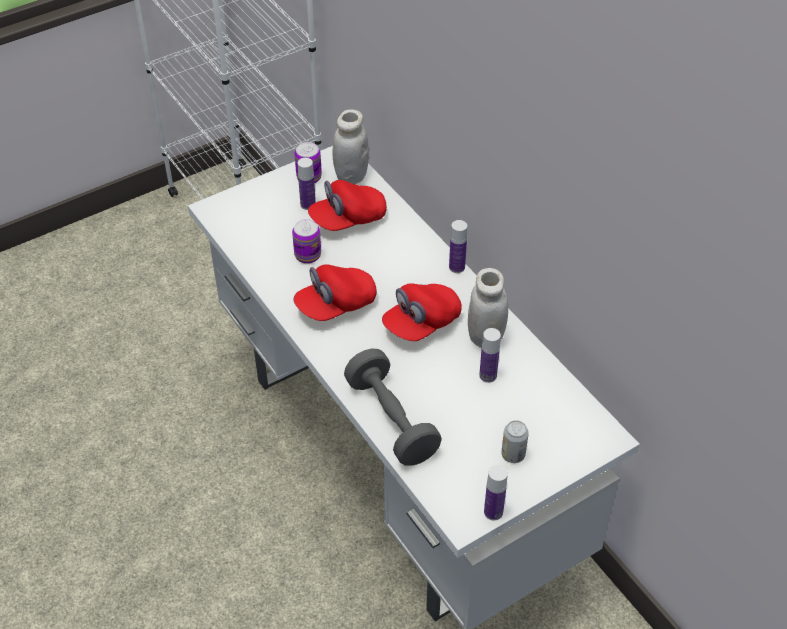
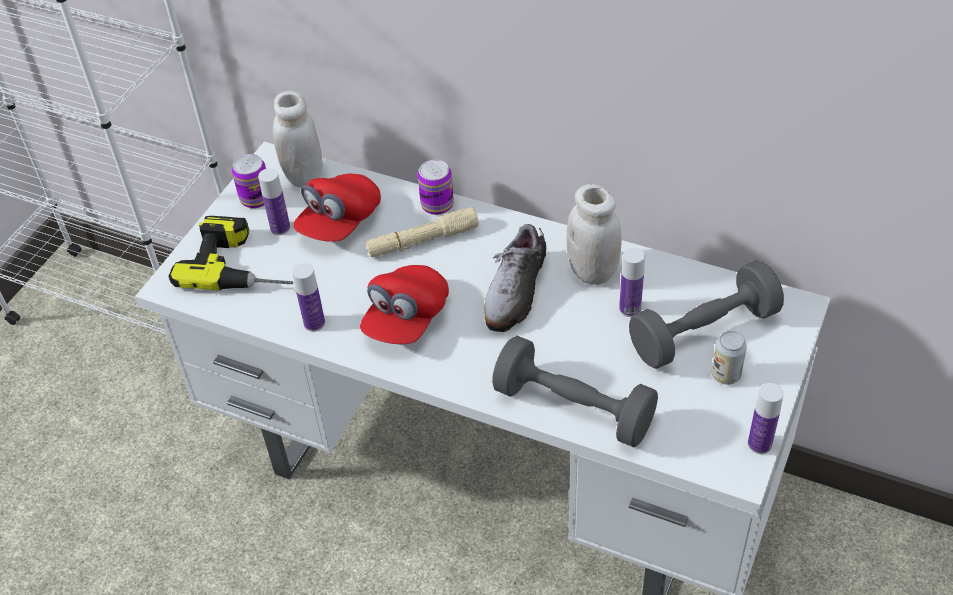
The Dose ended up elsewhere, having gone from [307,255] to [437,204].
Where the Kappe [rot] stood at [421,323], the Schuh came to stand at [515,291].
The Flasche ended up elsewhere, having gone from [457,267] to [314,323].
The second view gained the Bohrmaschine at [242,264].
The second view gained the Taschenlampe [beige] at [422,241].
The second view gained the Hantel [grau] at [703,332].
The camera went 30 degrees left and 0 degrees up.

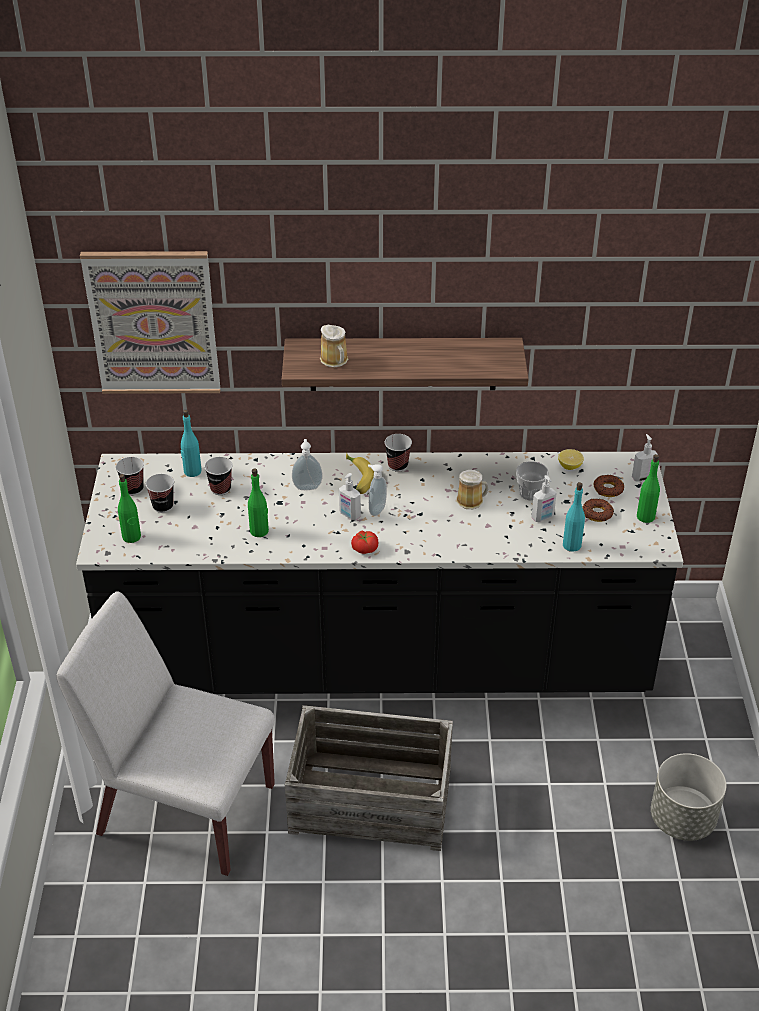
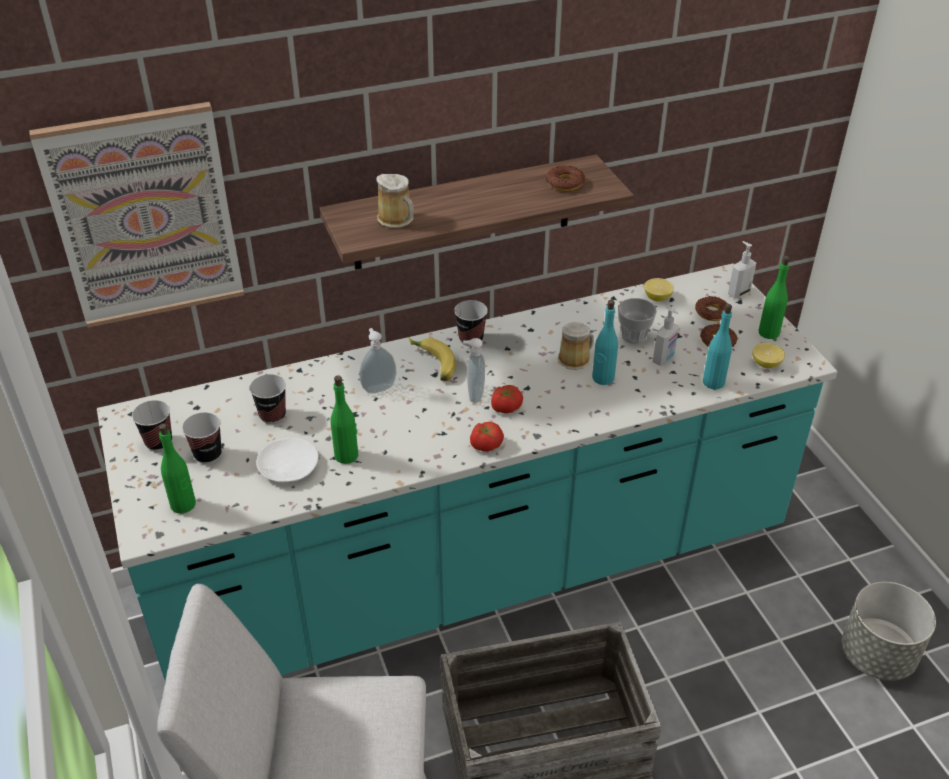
What was the Küchenzeile [schwarz] at [379,659] turned into the Küchenzeile [türkis] at [474,568].
The Flasche [türkis] ended up elsewhere, having gone from [192,471] to [603,378].
The second view lost the Seifenspender at [349,515].
The second view gained the Teller [weiß] at [288,466].
The second view gained the Tomate at [505,407].
The second view gained the Donut at [565,183].
The second view gained the Zitrone at [766,364].
The camera went 20 degrees left and 0 degrees up.

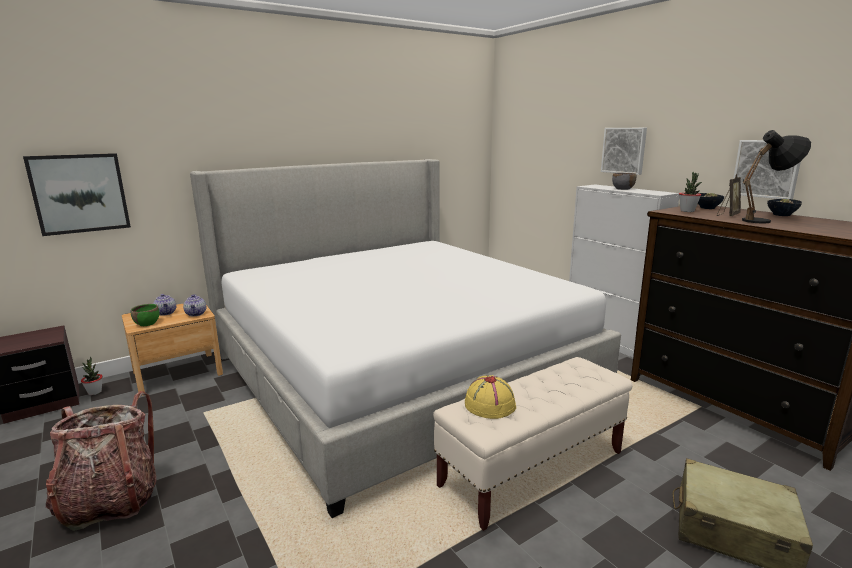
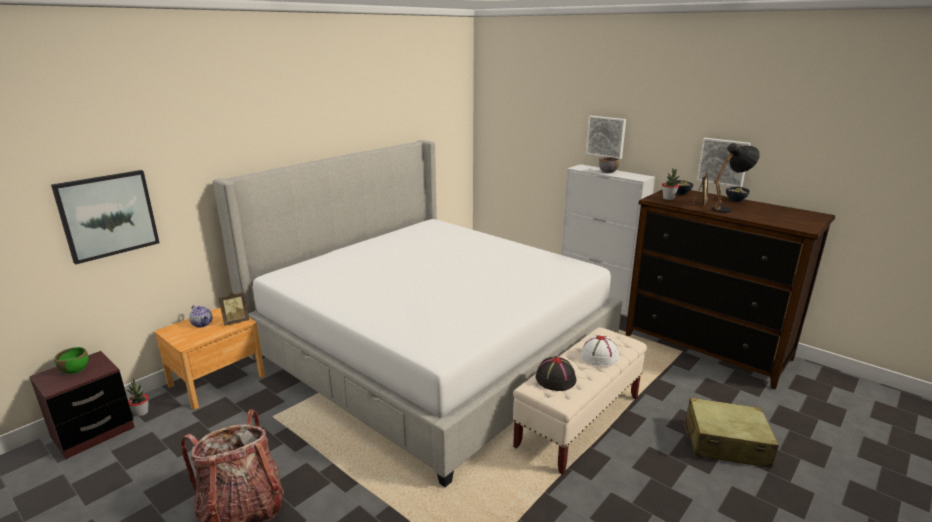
The Schüssel [grün] ended up elsewhere, having gone from [147,323] to [75,369].
Where the Teekanne stood at [196,314], the Bilderrahmen came to stand at [236,321].
What was the Hut [gelb] at [489,404] turned into the Hut [schwarz] at [555,379].
The second view gained the Hut [weiß] at [600,356].
The camera went 15 degrees left and 5 degrees up.

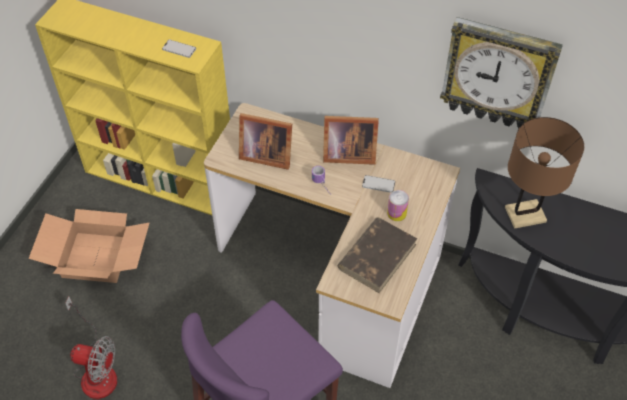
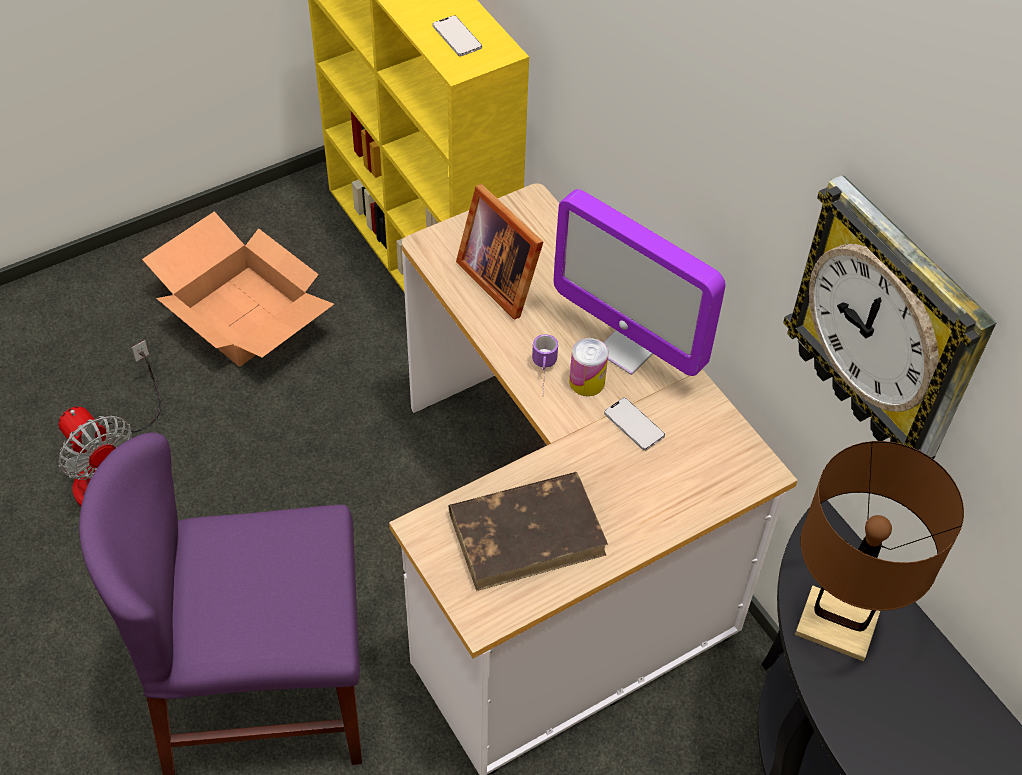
Where the Bilderrahmen stood at [347,154], the Monitor came to stand at [628,348].
The Dose ended up elsewhere, having gone from [396,213] to [587,382].
The camera went 35 degrees right and 0 degrees up.

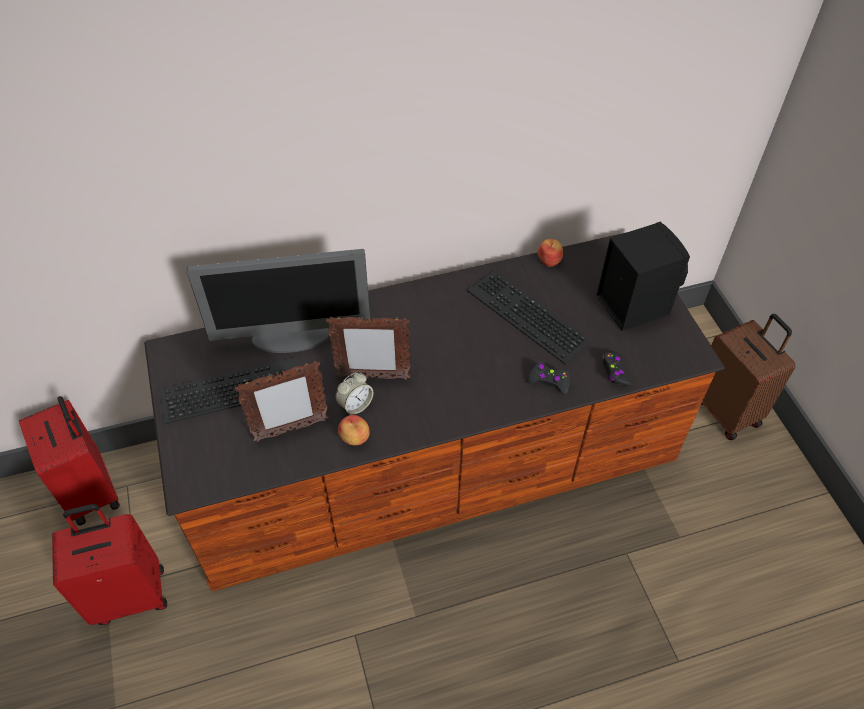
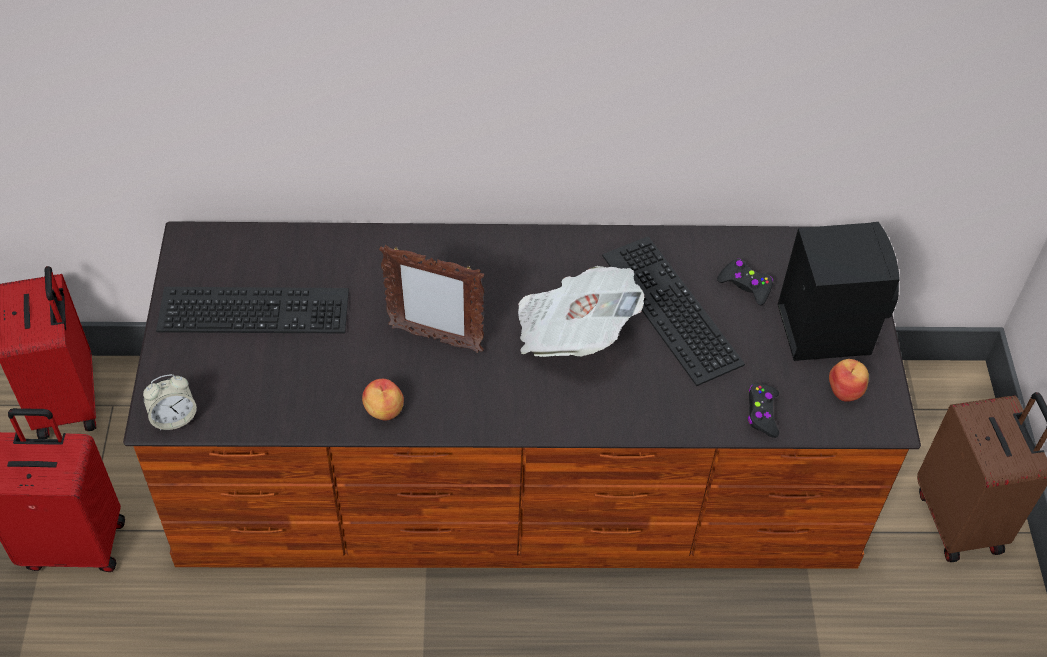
The second view lost the Monitor at [292,338].
The second view lost the Bilderrahmen at [290,430].
The Wecker ended up elsewhere, having gone from [355,405] to [174,418].
The Gamepad [schwarz] ended up elsewhere, having gone from [549,381] to [745,285].
The Apfel ended up elsewhere, having gone from [549,260] to [845,390].
The second view gained the Zeitung at [573,331].
The camera went 15 degrees right and 0 degrees up.

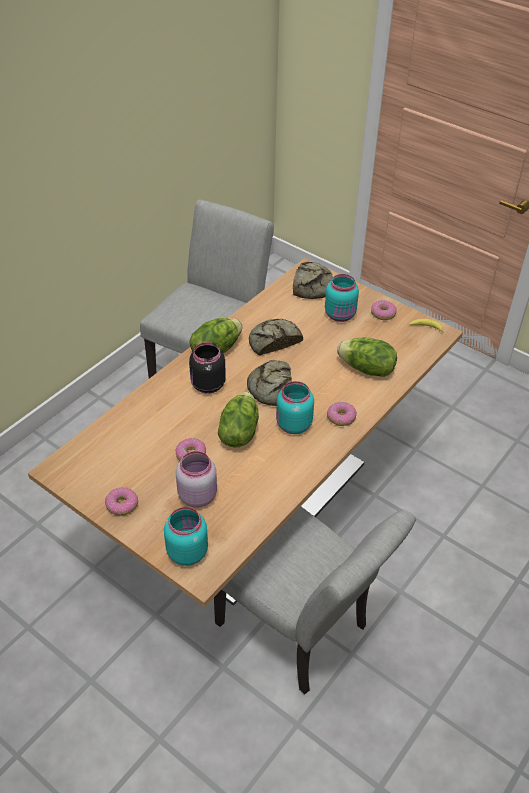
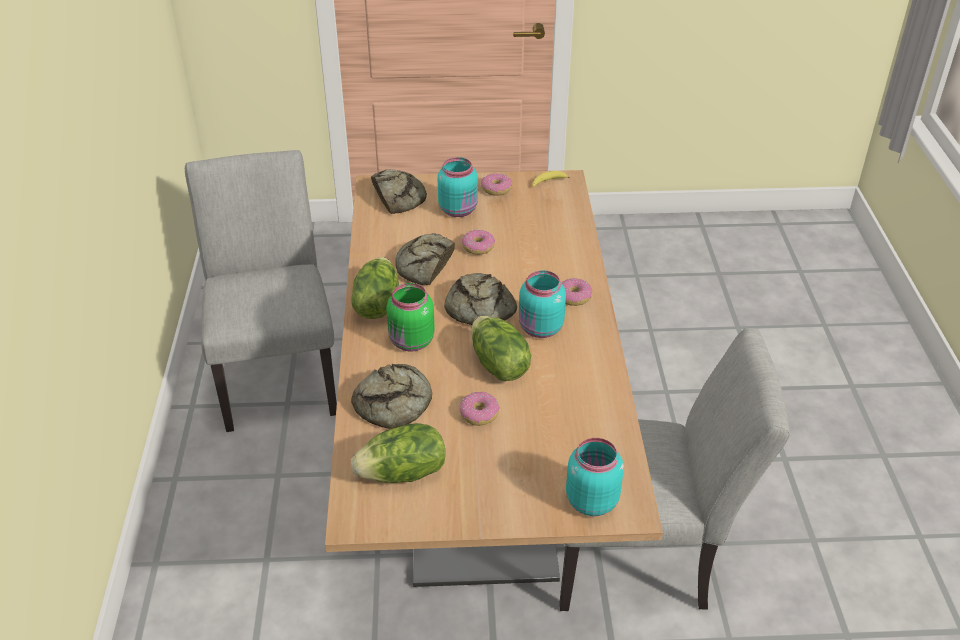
The Donut ended up elsewhere, having gone from [122,505] to [478,247].
The second view lost the Vorratsglas [rosa] at [197,495].
What was the Vorratsglas [schwarz] at [207,385] turned into the Vorratsglas [grün] at [411,342].
The Salatkopf ended up elsewhere, having gone from [366,369] to [403,474].
The second view gained the Brot at [395,403].
The camera went 40 degrees left and 5 degrees down.

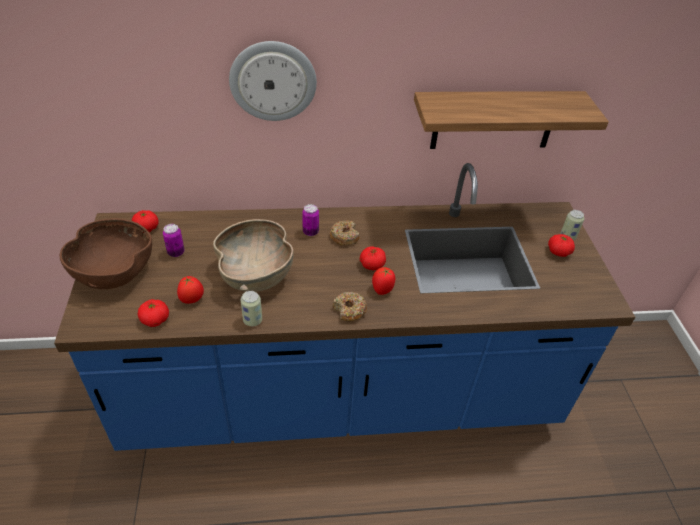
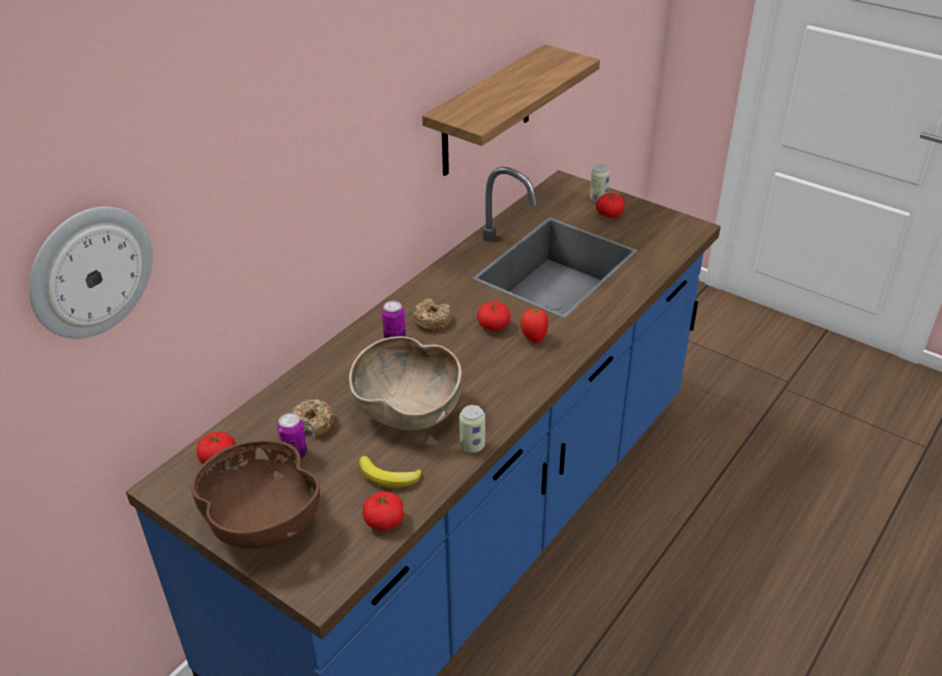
Where the Tomate stood at [192,300], the Banane came to stand at [388,477].
The Wanduhr ended up elsewhere, having gone from [273,81] to [90,271].
The Donut ended up elsewhere, having gone from [349,310] to [313,424].
The camera went 45 degrees left and 5 degrees down.

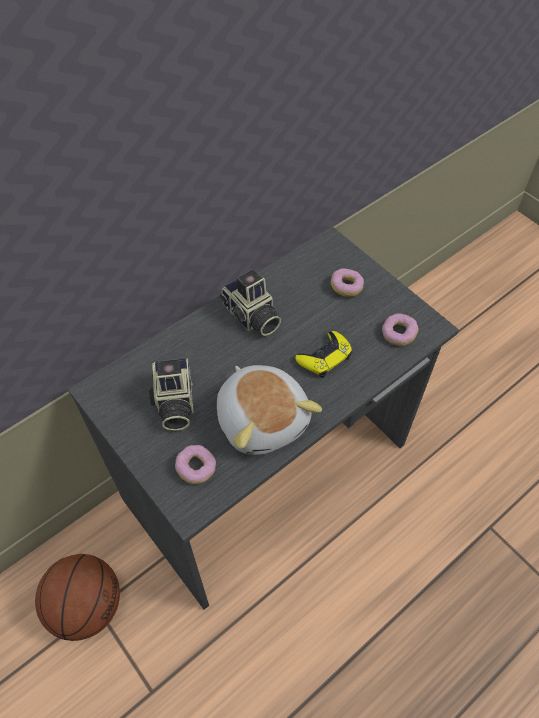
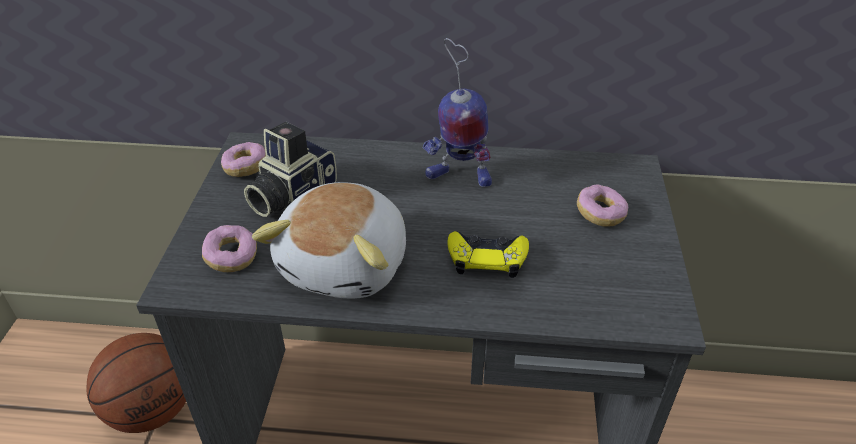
Where the Kamera stood at [251,317], the Spielzeugroboter came to stand at [458,177].
The Donut ended up elsewhere, having gone from [398,334] to [246,168].
The camera went 45 degrees right and 15 degrees down.

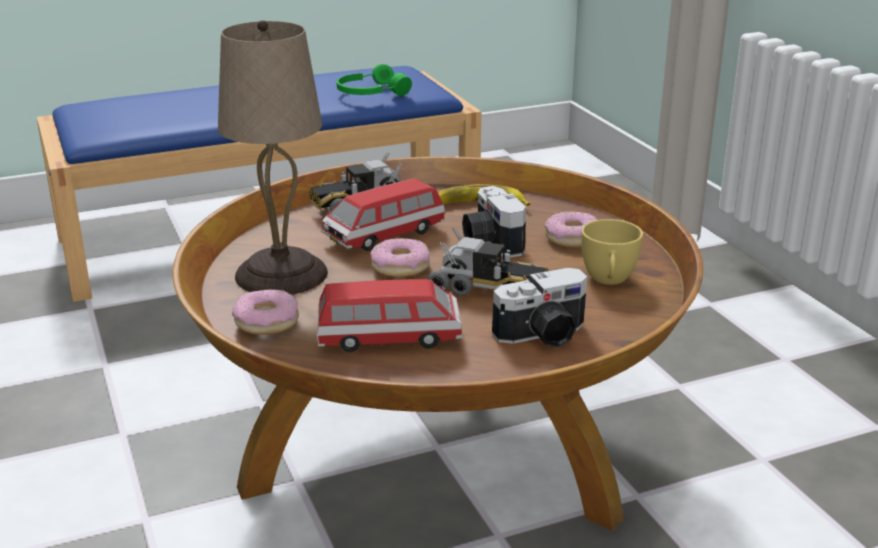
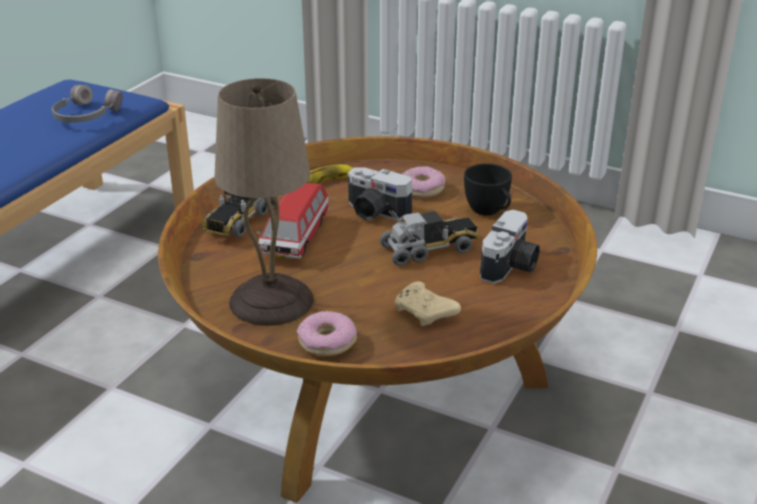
Where the Spielzeugauto stood at [389,338], the Gamepad [beige] came to stand at [425,313].
What was the Kopfhörer [grün] at [370,93] turned into the Kopfhörer [grau] at [85,116].
The second view lost the Donut at [400,266].
What was the Tasse [gelb] at [608,281] turned into the Tasse [schwarz] at [489,211].
The camera went 40 degrees left and 5 degrees up.

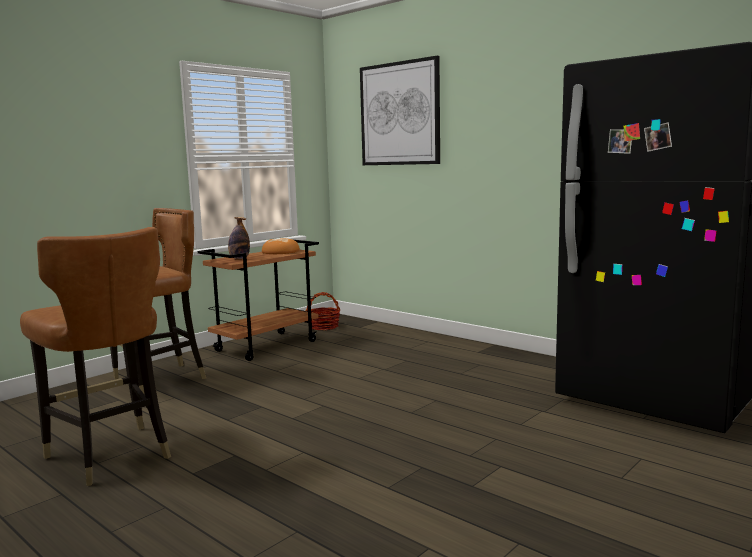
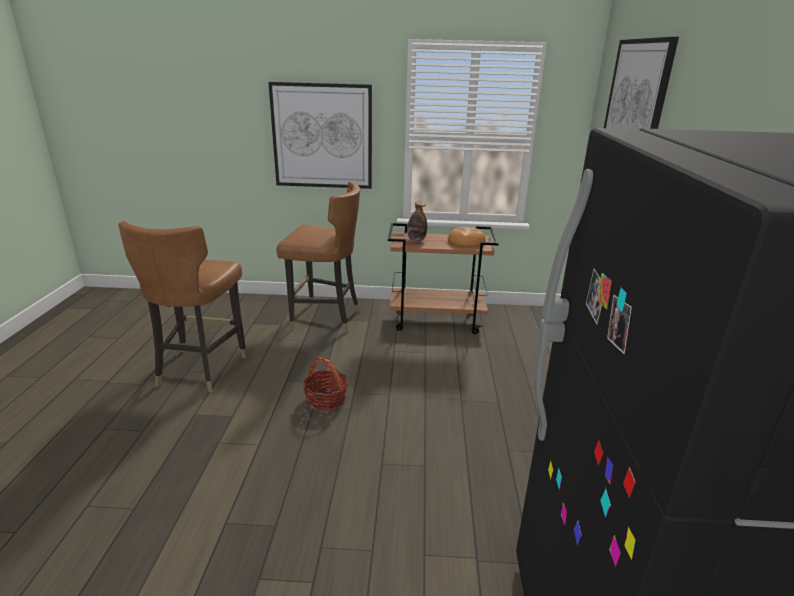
The Korb ended up elsewhere, having gone from [324,327] to [326,399].
The second view gained the Bild at [322,136].
The camera went 50 degrees right and 15 degrees up.

